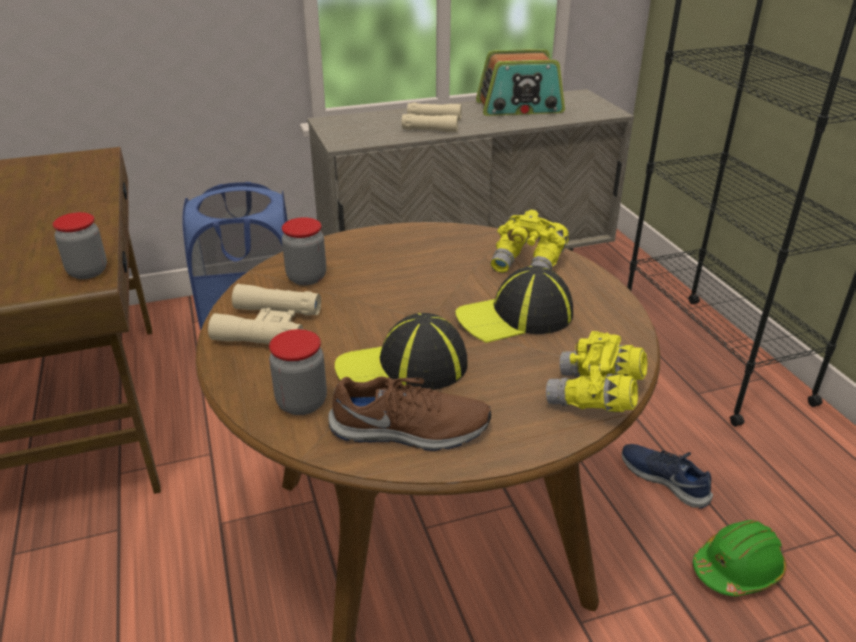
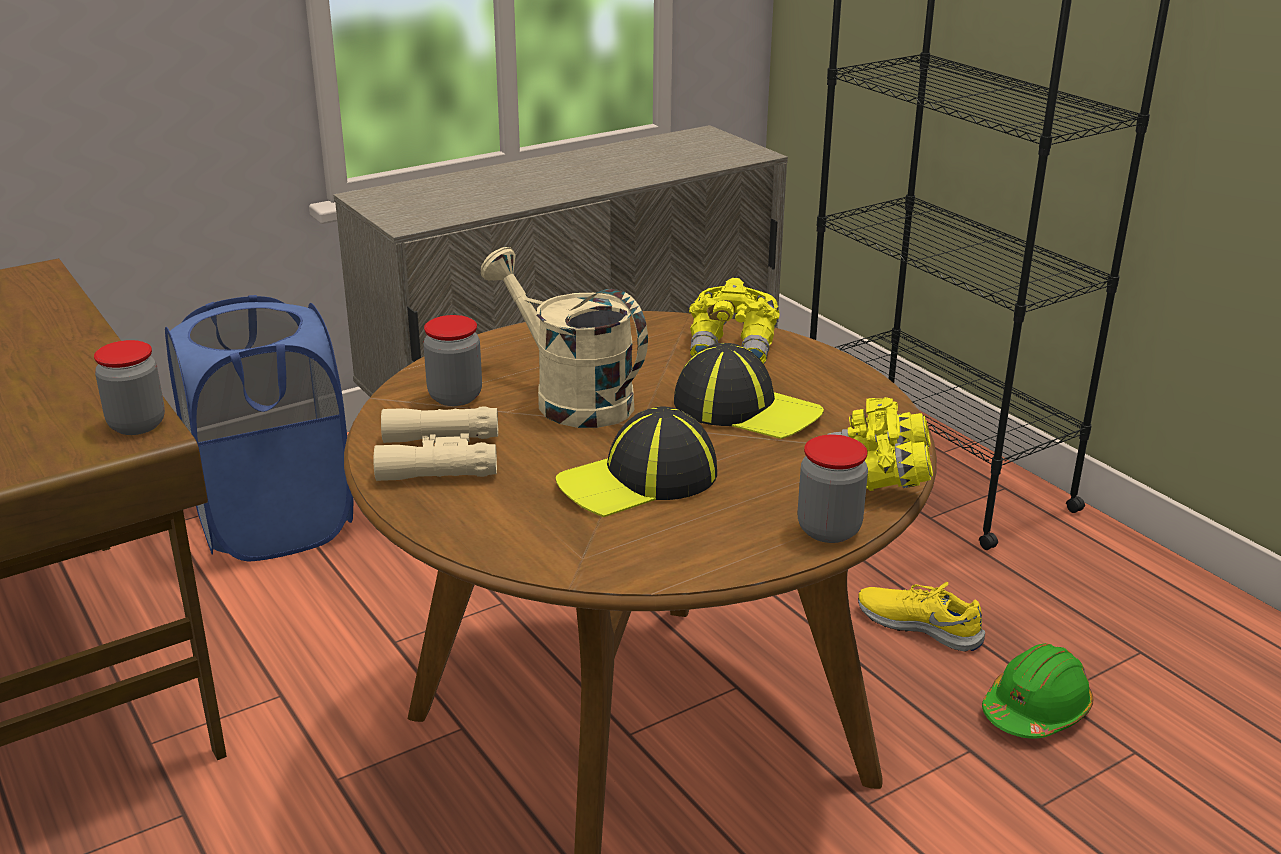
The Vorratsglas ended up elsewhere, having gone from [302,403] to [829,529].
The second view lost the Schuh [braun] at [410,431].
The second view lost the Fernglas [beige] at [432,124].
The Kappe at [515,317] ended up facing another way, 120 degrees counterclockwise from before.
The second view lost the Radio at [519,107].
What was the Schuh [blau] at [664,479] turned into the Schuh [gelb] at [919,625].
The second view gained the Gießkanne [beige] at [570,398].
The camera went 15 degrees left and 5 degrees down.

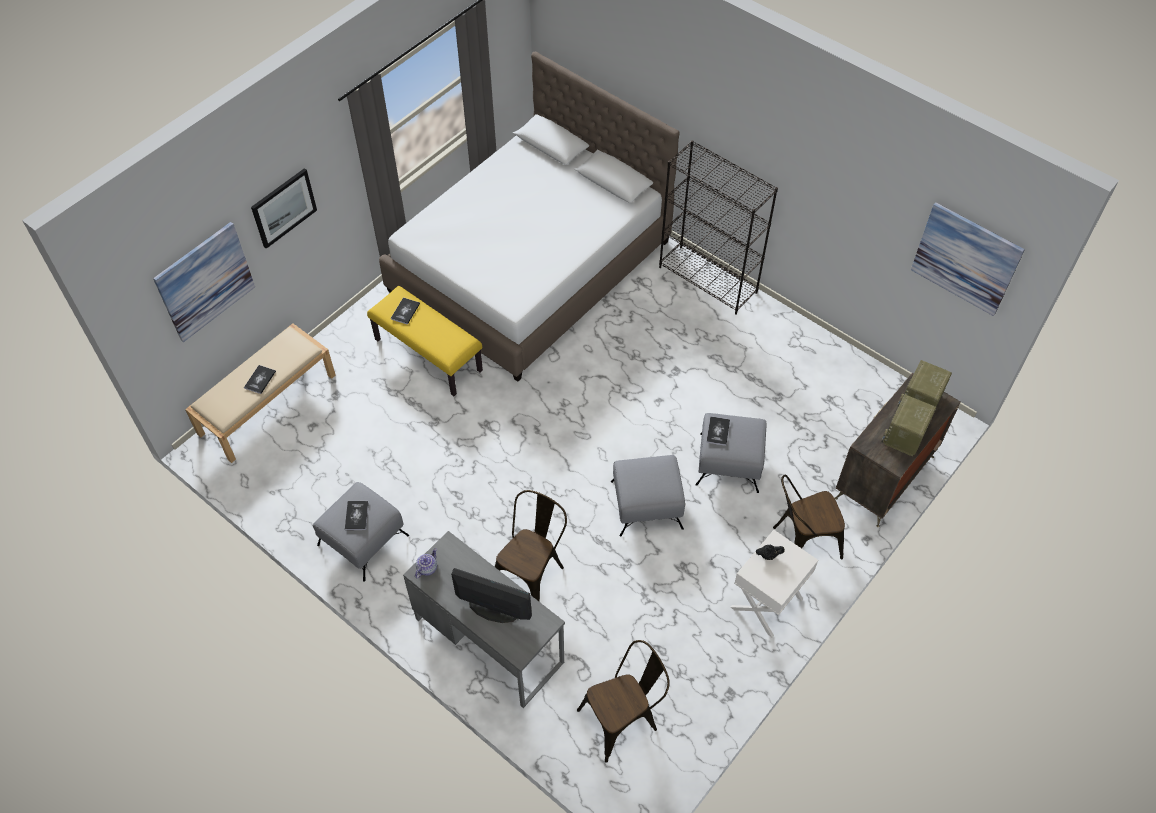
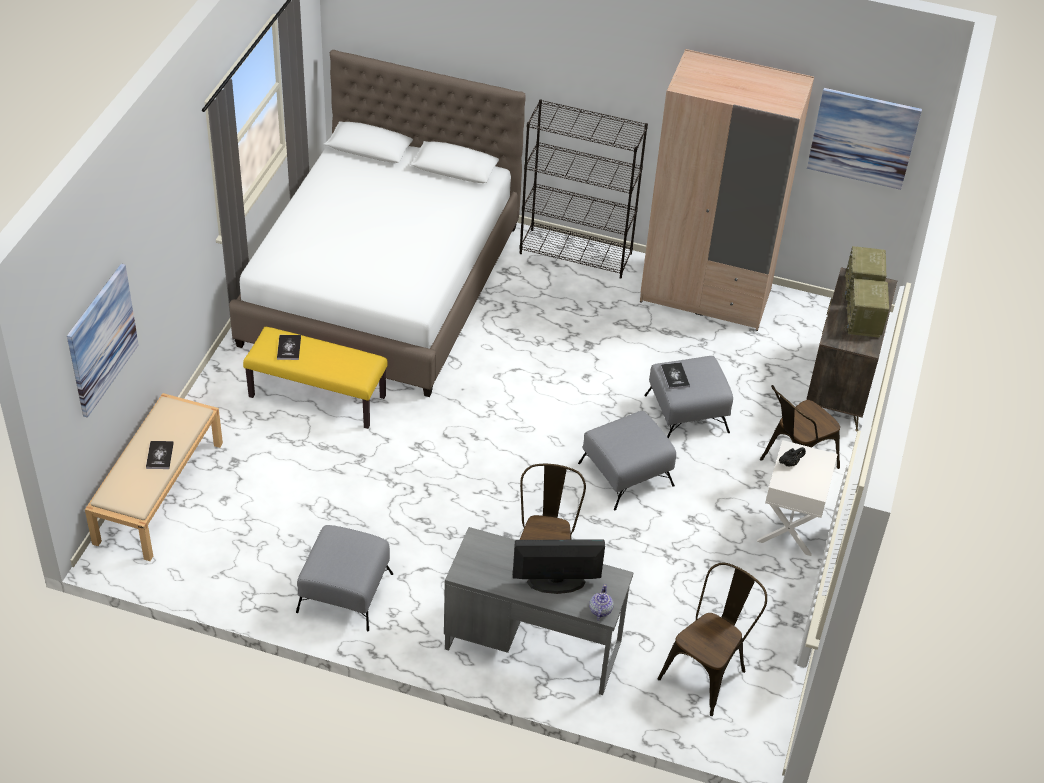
The second view lost the Bild at [283,207].
The second view lost the Buch at [356,516].
The Teekanne ended up elsewhere, having gone from [426,568] to [600,610].
The second view gained the Kleiderschrank [beige] at [706,295].
The camera went 25 degrees left and 10 degrees down.

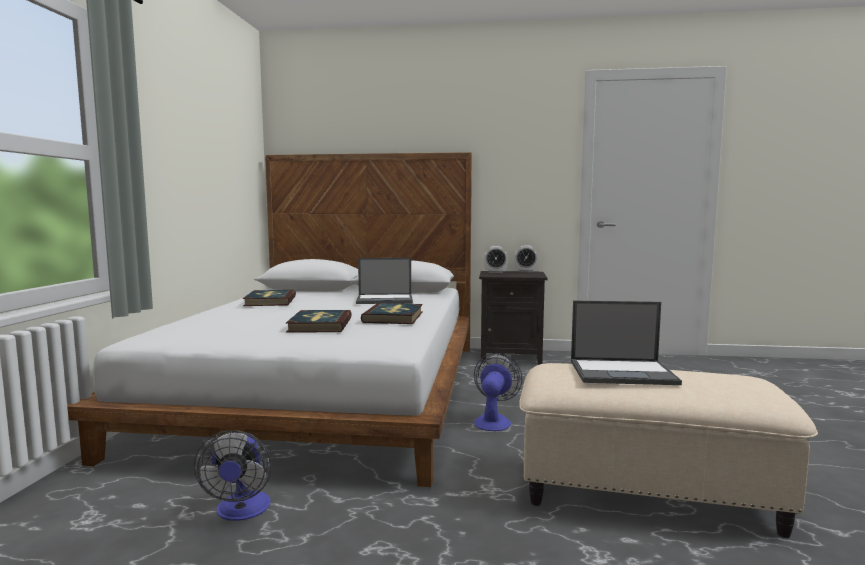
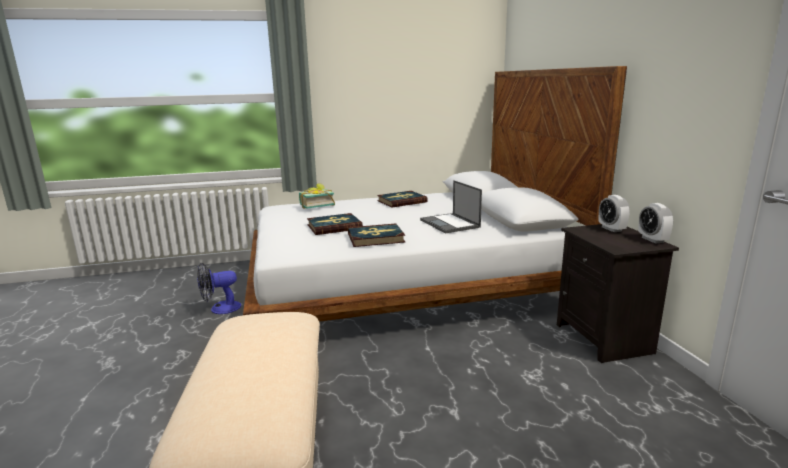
The second view lost the Ventilator at [493,420].
The second view lost the Laptop at [623,372].
The second view gained the Buch at [316,205].
The camera went 70 degrees right and 10 degrees up.

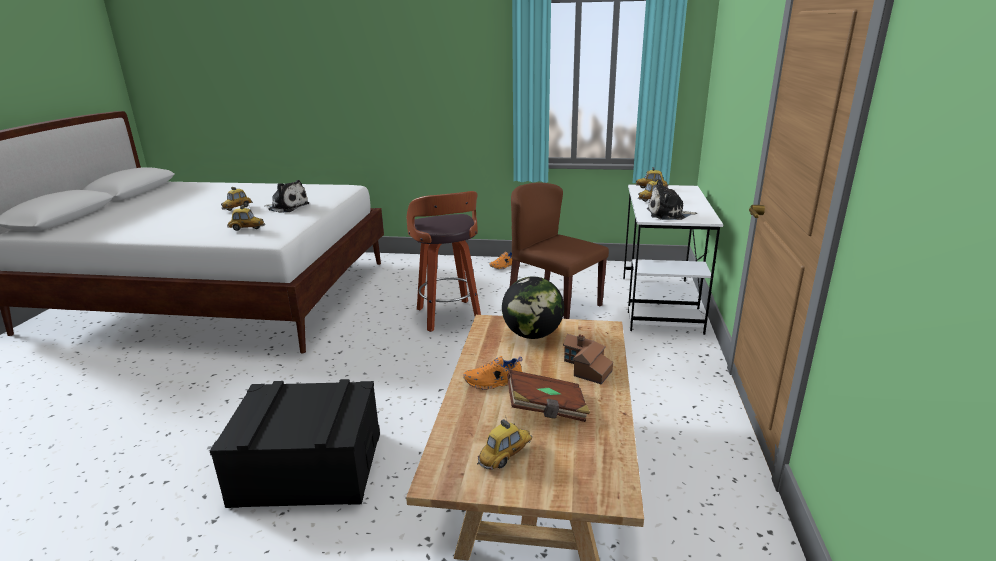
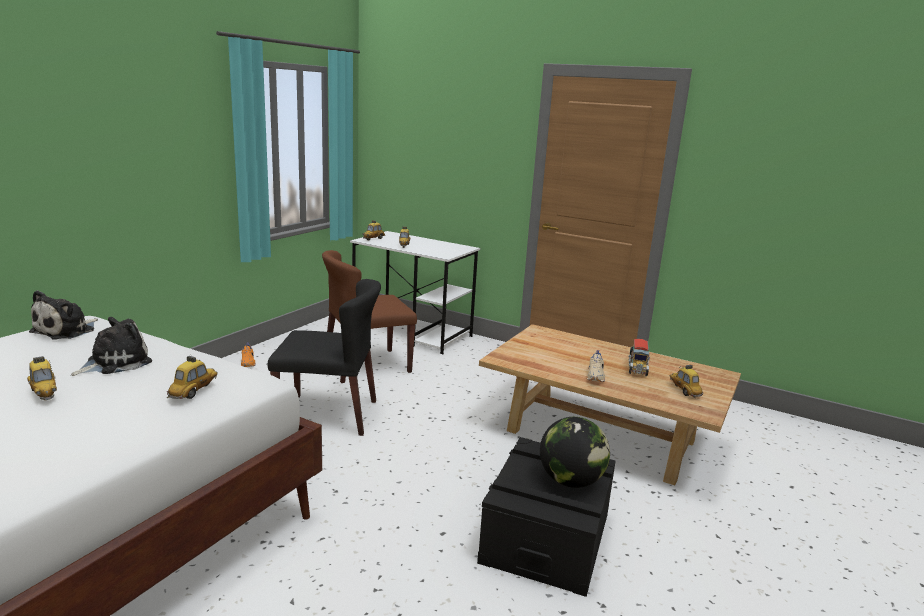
Where the Hocker stood at [449,317], the Stuhl [schwarz] came to stand at [329,414].
What was the Schuh [orange] at [494,383] turned into the Schuh [beige] at [596,376].
The Globus ended up elsewhere, having gone from [532,335] to [570,481].
Where the Buch [braun] stood at [547,410], the Spielzeuglaster came to stand at [637,369].
The second view lost the Spielzeughaus at [586,368].
The Plüschtier ended up elsewhere, having gone from [668,214] to [66,330].
The camera went 70 degrees left and 5 degrees down.

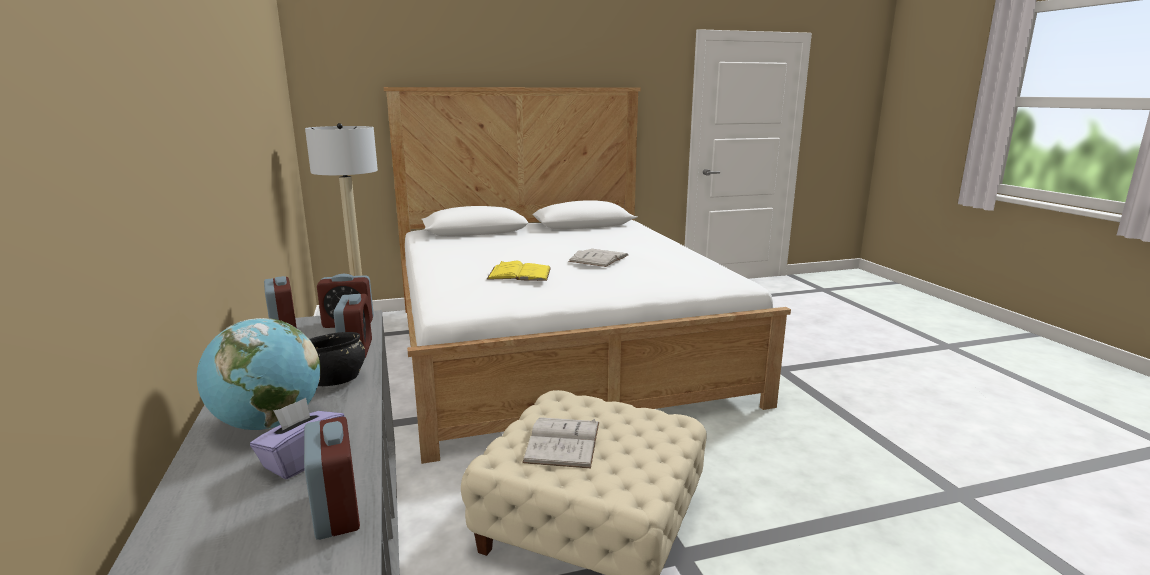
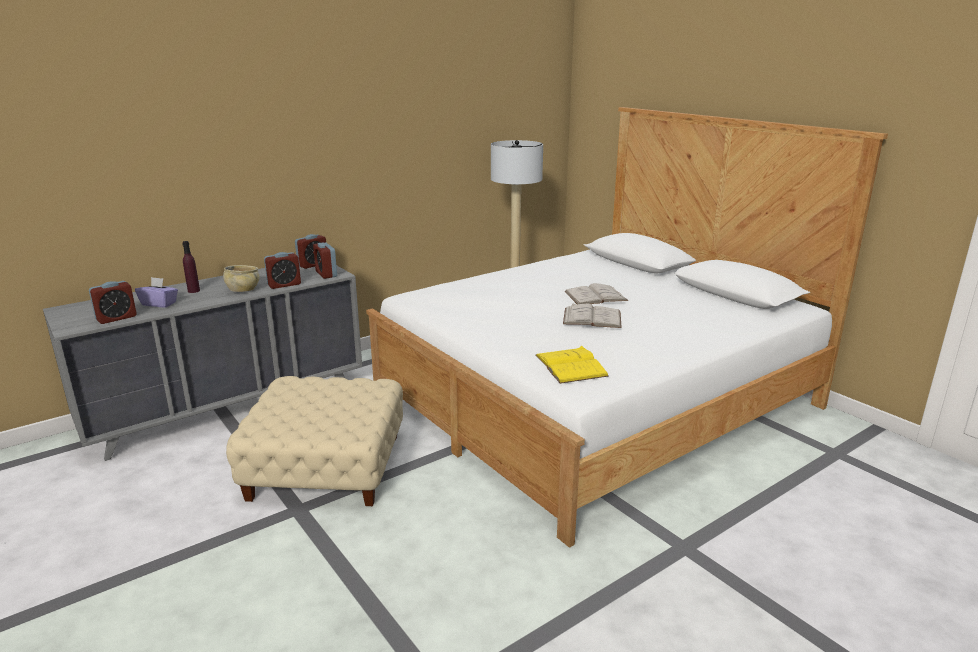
Where the Globus stood at [268,424], the Flasche [lila] came to stand at [193,291].
What was the Schüssel [schwarz] at [335,380] turned into the Schüssel [beige] at [243,290].
The Buch [gelb] ended up elsewhere, having gone from [519,273] to [570,365].
The Buch [weiß] ended up elsewhere, having gone from [563,442] to [595,296].
The camera went 70 degrees right and 5 degrees up.

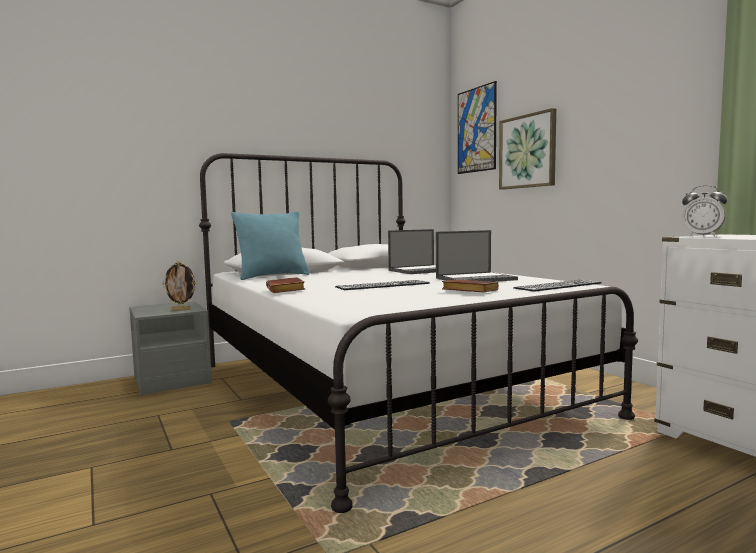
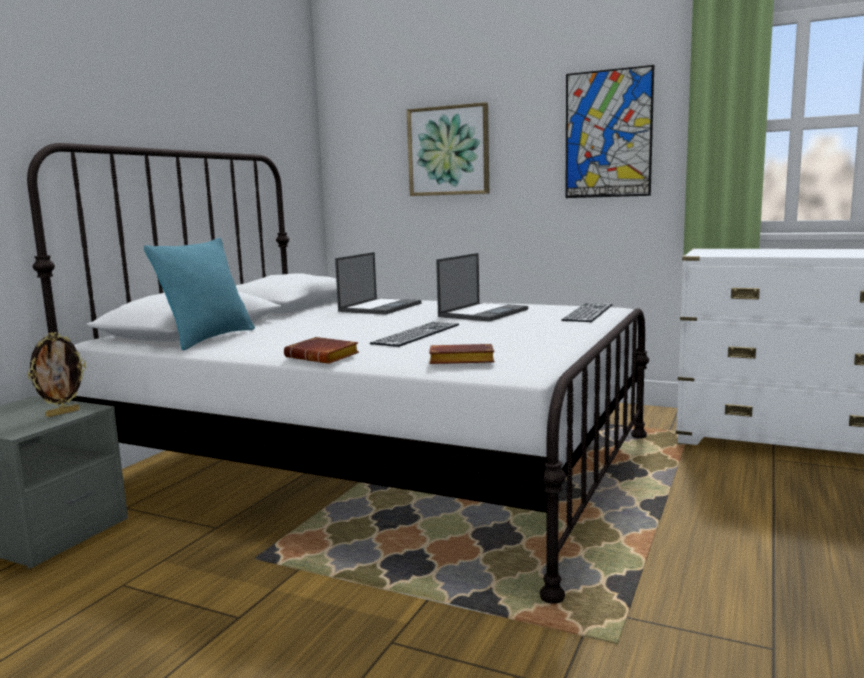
The Buch [braun] ended up elsewhere, having gone from [468,291] to [459,362].
The Bild ended up elsewhere, having gone from [476,130] to [608,134].
The second view lost the Wecker at [702,236].
The camera went 35 degrees left and 5 degrees up.

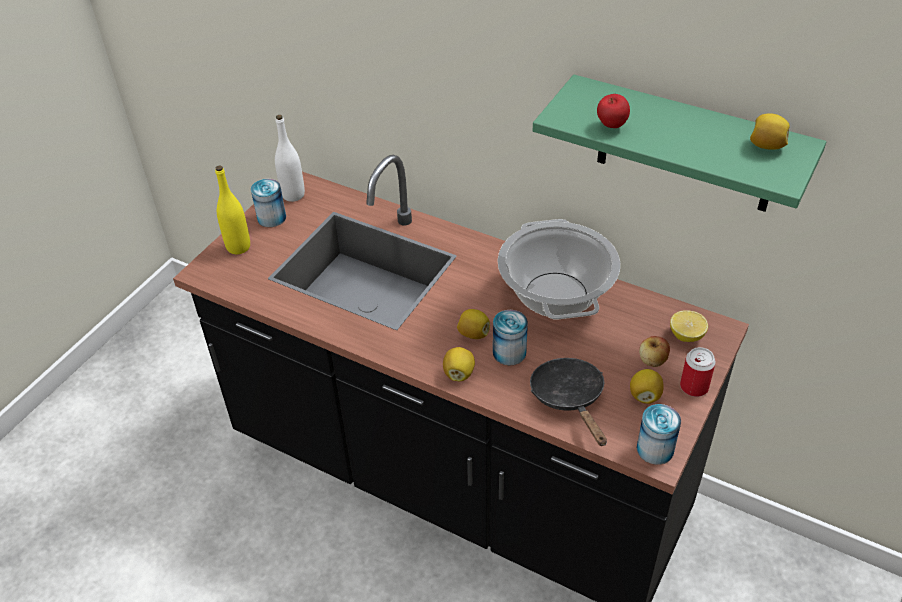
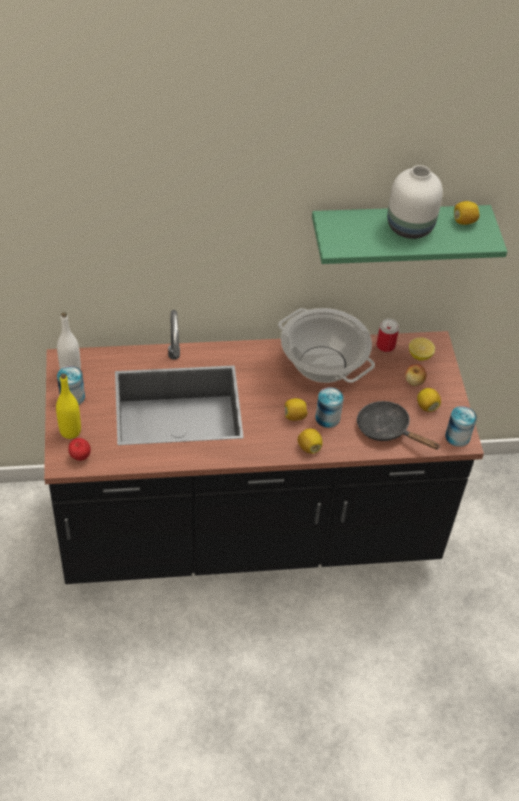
The Apfel ended up elsewhere, having gone from [611,126] to [80,457].
The Dose ended up elsewhere, having gone from [694,387] to [385,346].
The second view gained the Vase [weiß] at [410,228].
The camera went 40 degrees left and 5 degrees up.

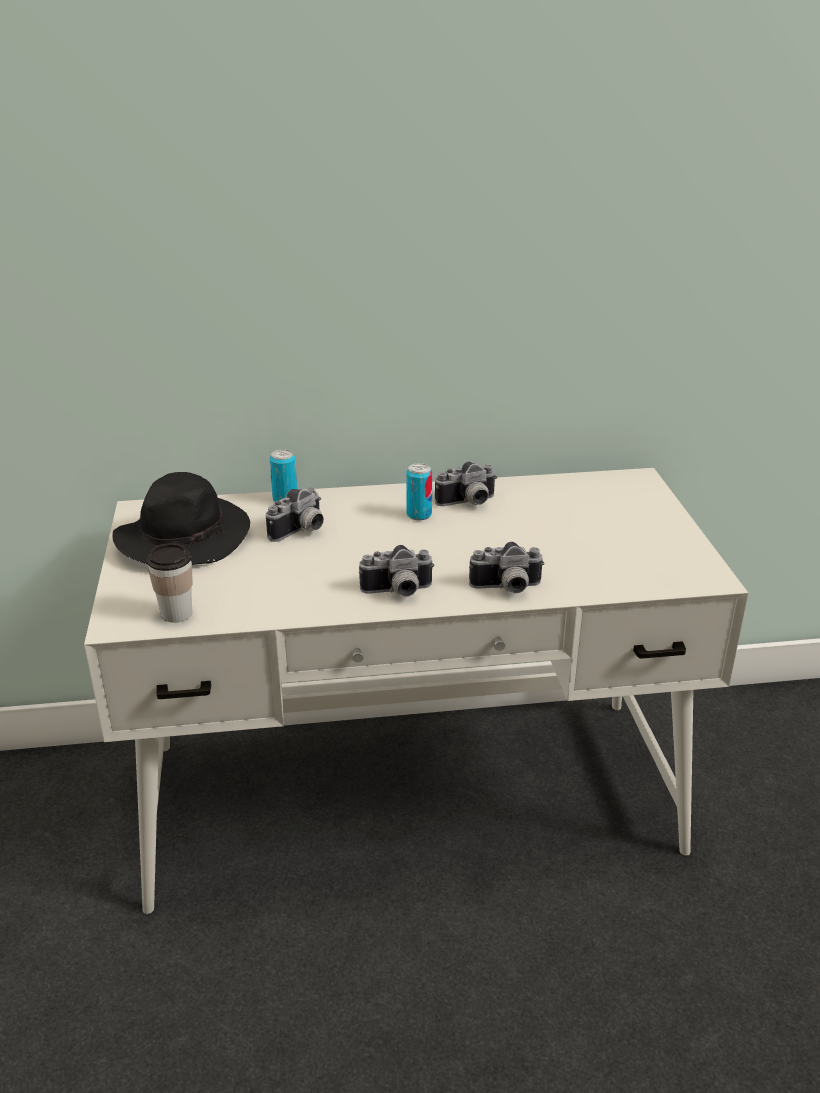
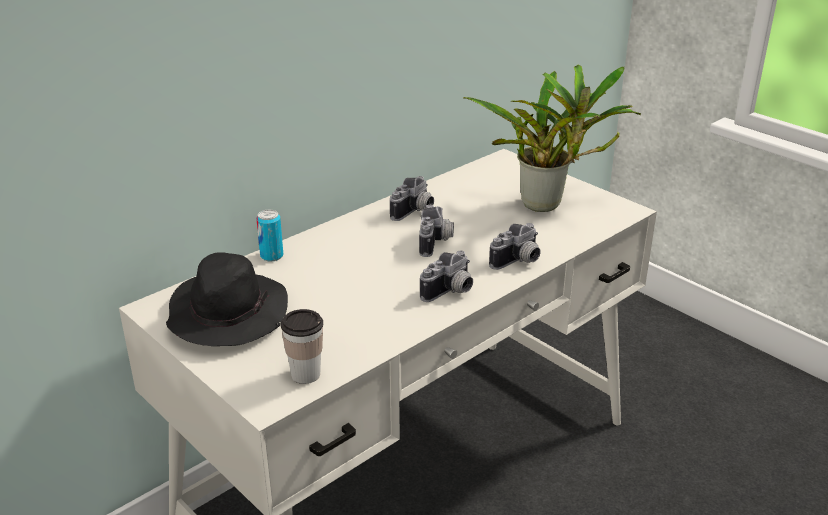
The Kamera ended up elsewhere, having gone from [301,531] to [436,243].
The second view lost the Dose at [419,514].
The second view gained the Topfpflanze at [547,205].
The camera went 35 degrees left and 0 degrees up.

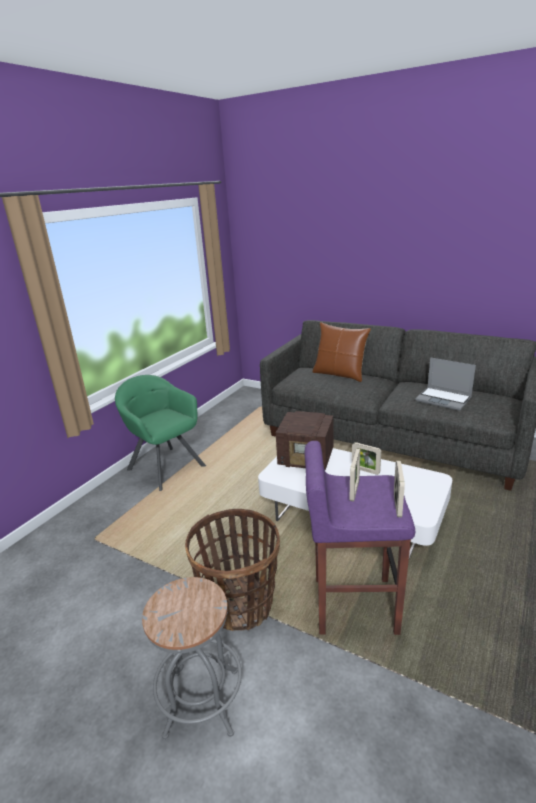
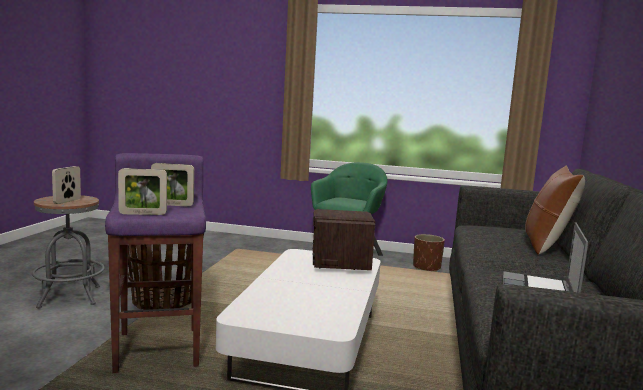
The Bilderrahmen ended up elsewhere, having gone from [365,470] to [67,201].
The second view gained the Pflanzkübel [braun] at [426,267].
The camera went 70 degrees right and 15 degrees down.

